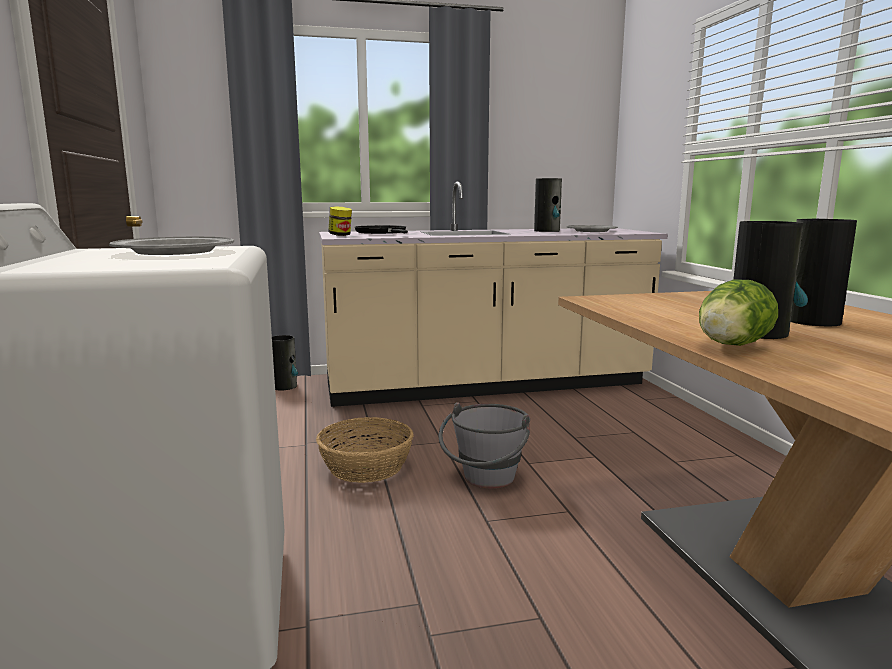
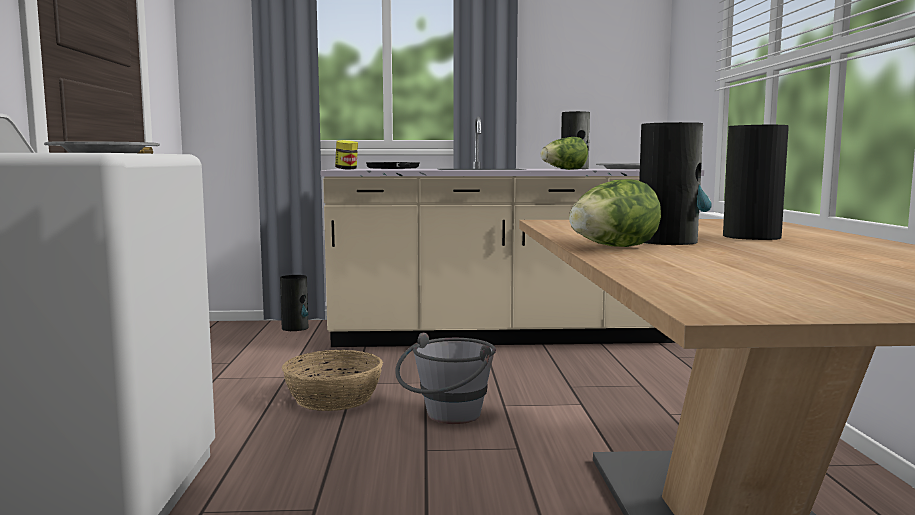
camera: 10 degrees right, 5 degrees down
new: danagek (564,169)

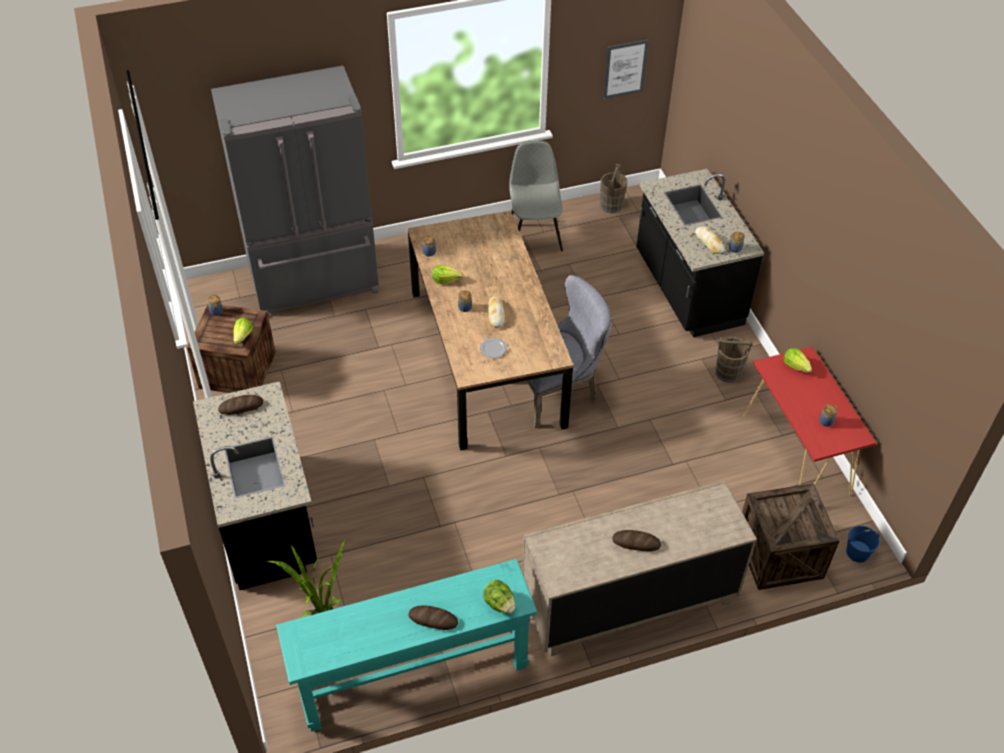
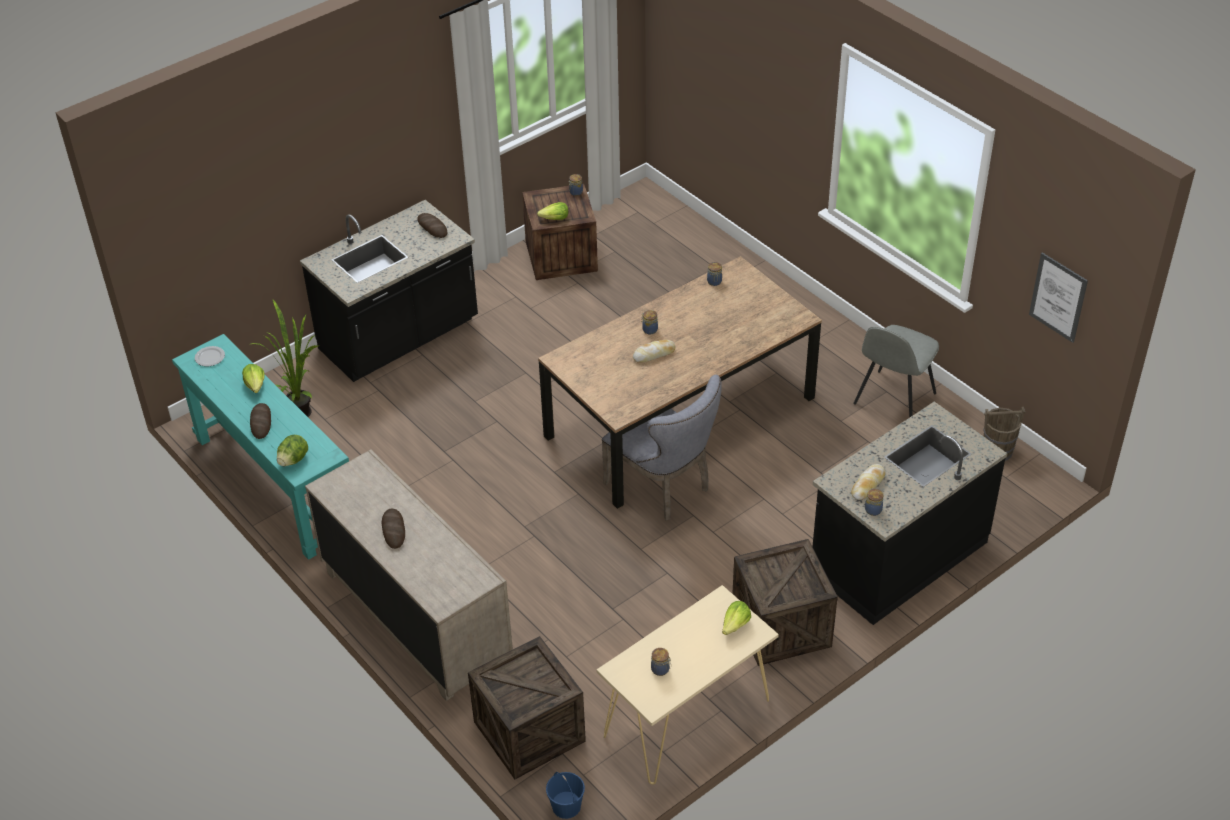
camera: 70 degrees right, 5 degrees down
gone: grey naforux (315,282)
shifted: danagek (446,280) to (255,385); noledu (493,348) to (210,357)
swapped: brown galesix (728,372) to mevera (781,626)
repainted: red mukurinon (796,454) to beige mukurinon (686,718)
rotated: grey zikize (534,236) = (893,400) 150 degrees clockwise

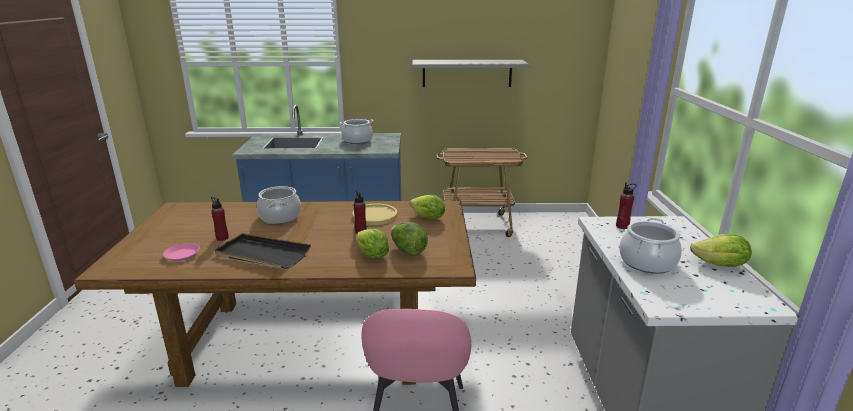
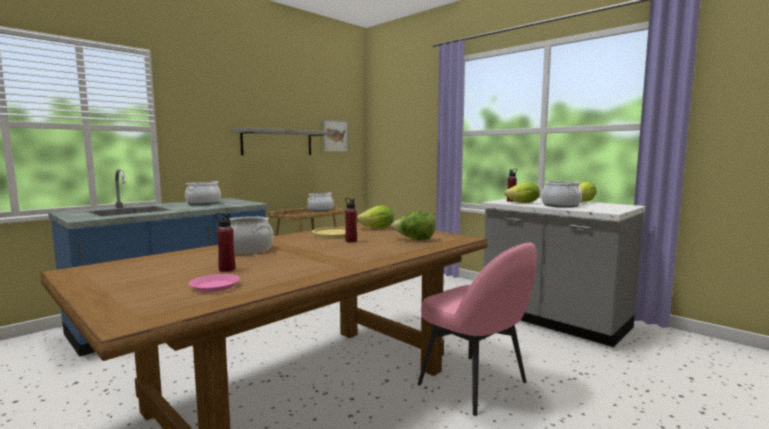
camera: 45 degrees left, 15 degrees down
gone: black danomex (262,254)
new: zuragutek (320,210); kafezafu (335,136)
shifted: danagek (372,255) to (523,203)

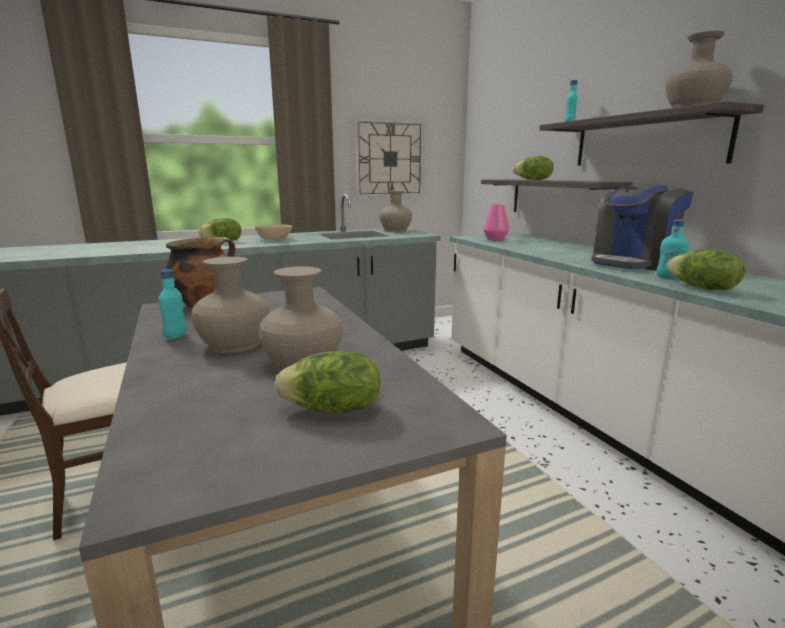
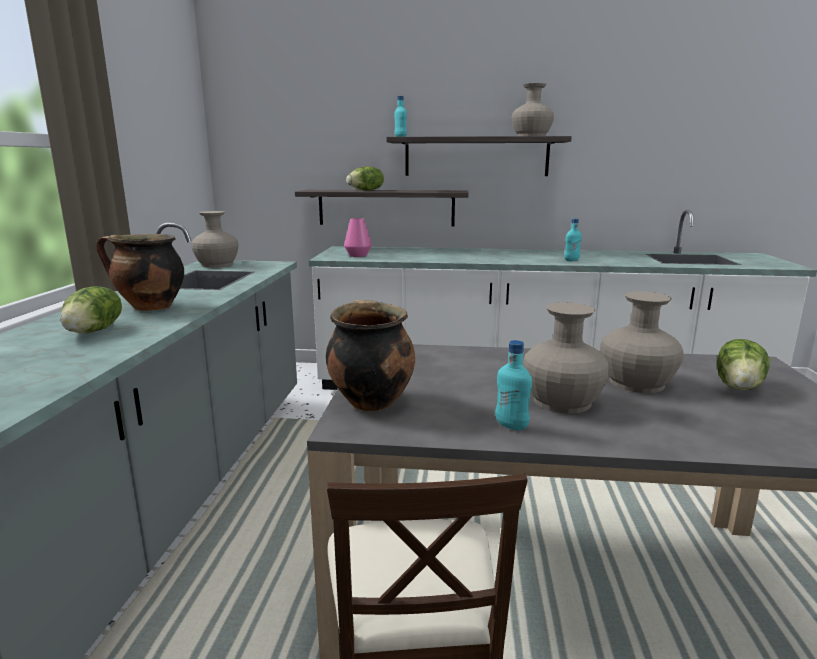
camera: 60 degrees left, 0 degrees up
gone: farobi (389,159); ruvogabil (633,263); danagek (702,288)
swapped: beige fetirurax (274,239) to zuragutek (150,307)

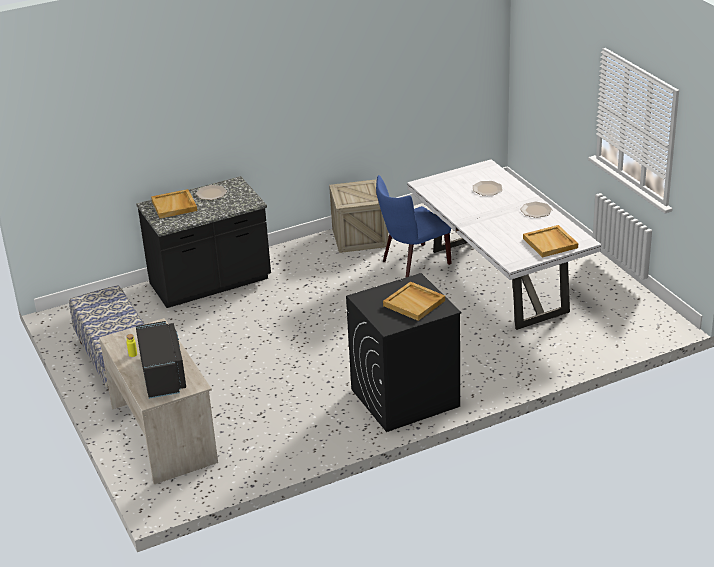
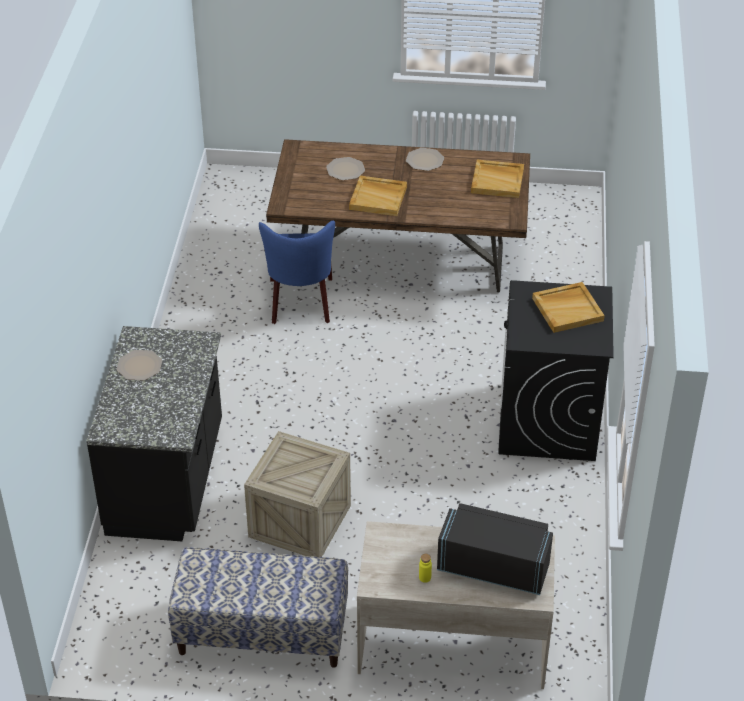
camera: 60 degrees left, 10 degrees up
shifted: beige danomex (174,206) to (378,198); mevera (360,237) to (300,521)
repainted: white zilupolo (498,281) to brown zilupolo (399,263)

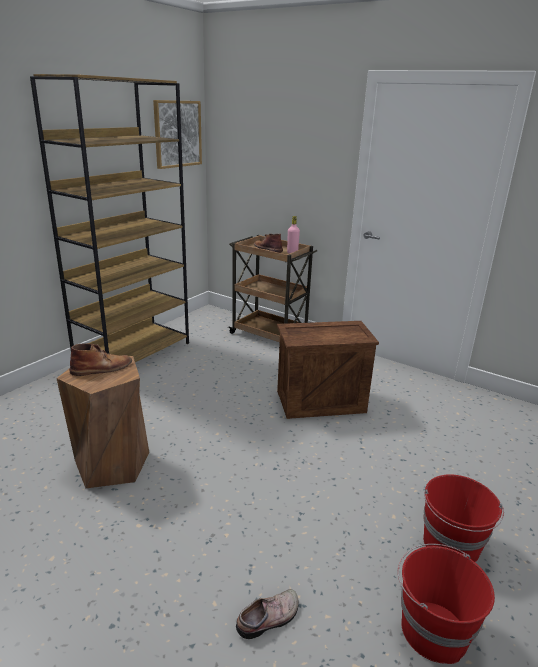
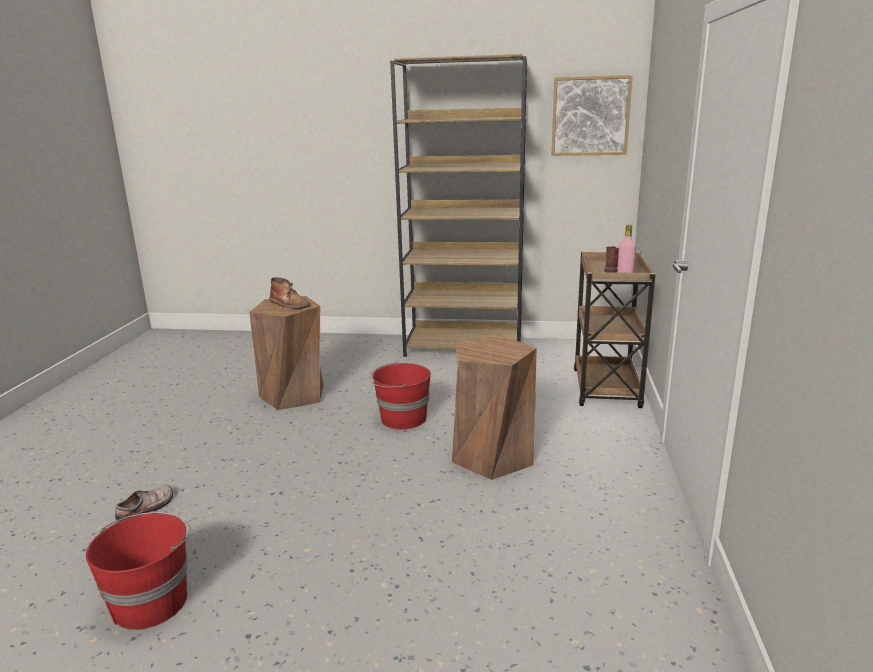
camera: 65 degrees right, 5 degrees down
shifted: red galesix (451,545) to (402,419)
swapped: mevera (321,401) to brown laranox (492,457)
rotated: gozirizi (269,619) = (148,509) 90 degrees counterclockwise

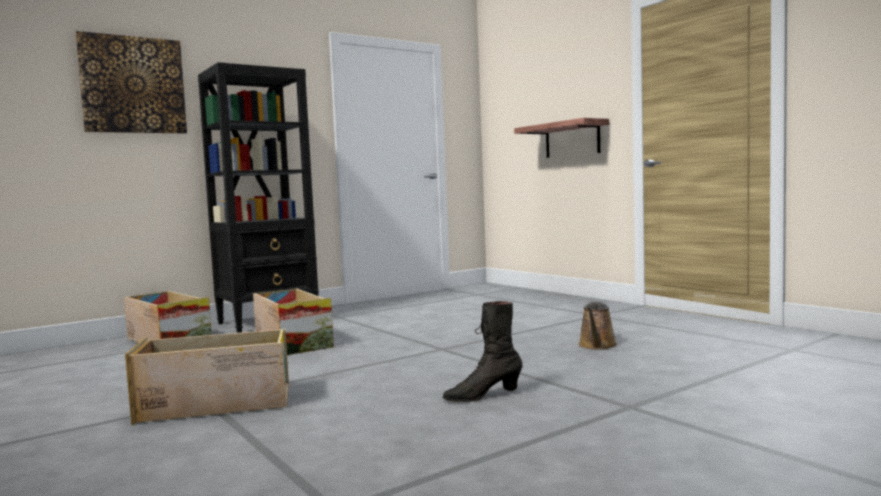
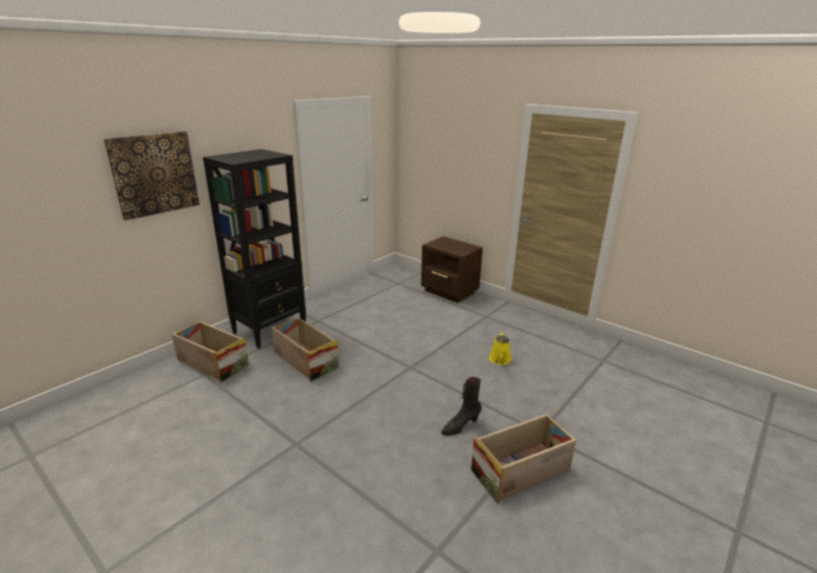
camera: 15 degrees left, 20 degrees up
gone: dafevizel (572,139)
new: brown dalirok (449,292)
shifted: mevera (217,404) to (521,470)
repainted: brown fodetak (597,346) to yellow fodetak (500,360)

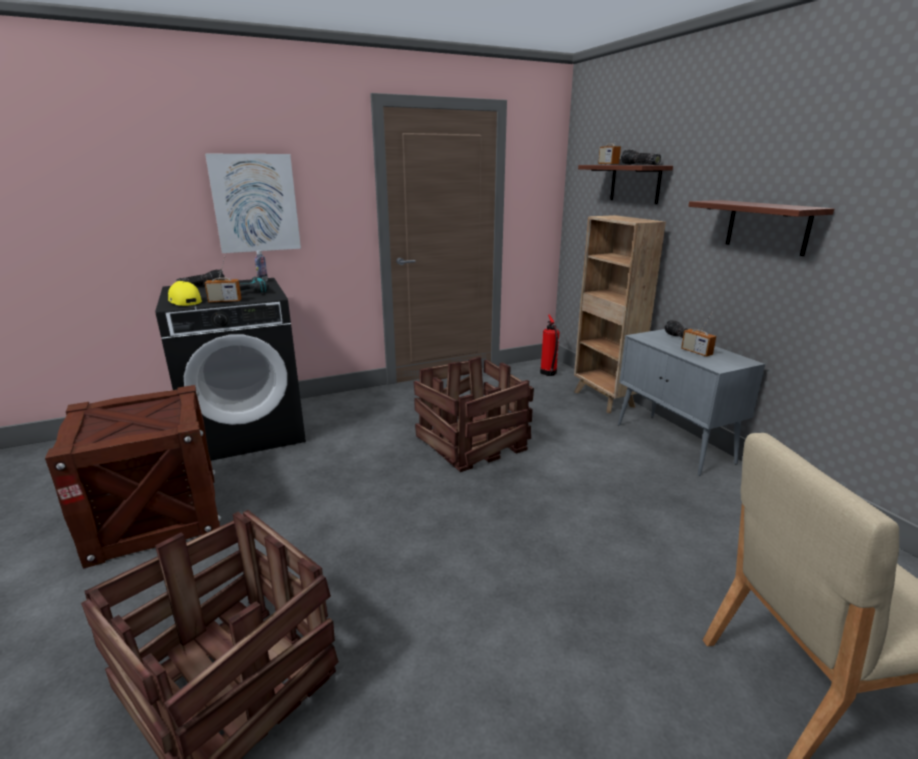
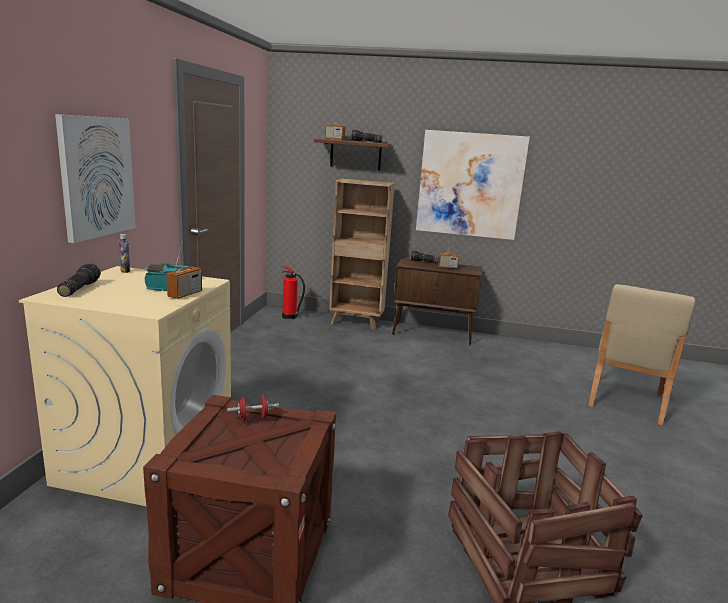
camera: 55 degrees left, 5 degrees down
gone: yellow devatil (184,301); mevera (473,442)
new: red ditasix (253,418)
swapped: dafevizel (767,227) to kafezafu (470,185)
repainted: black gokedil (247,430) to beige gokedil (147,457); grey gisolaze (674,443) to brown gisolaze (433,334)

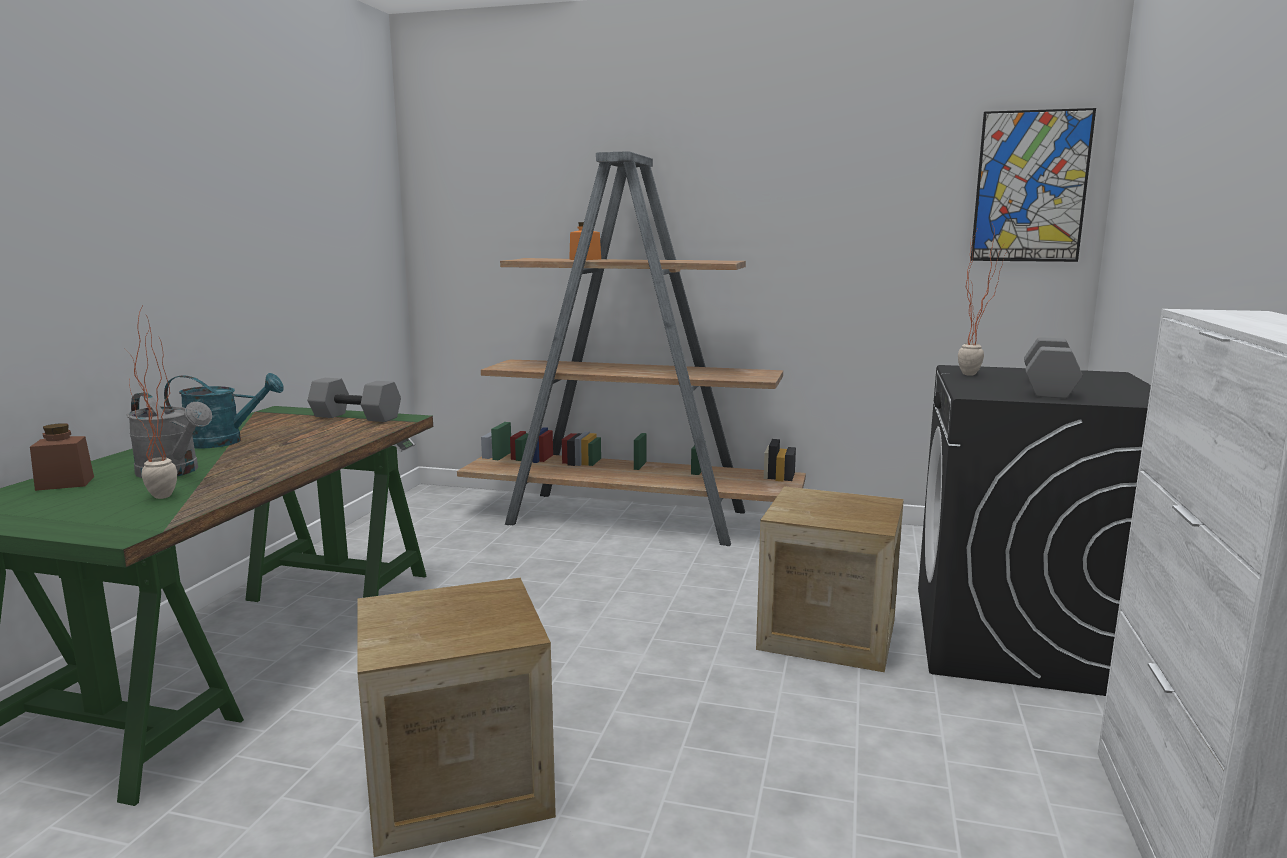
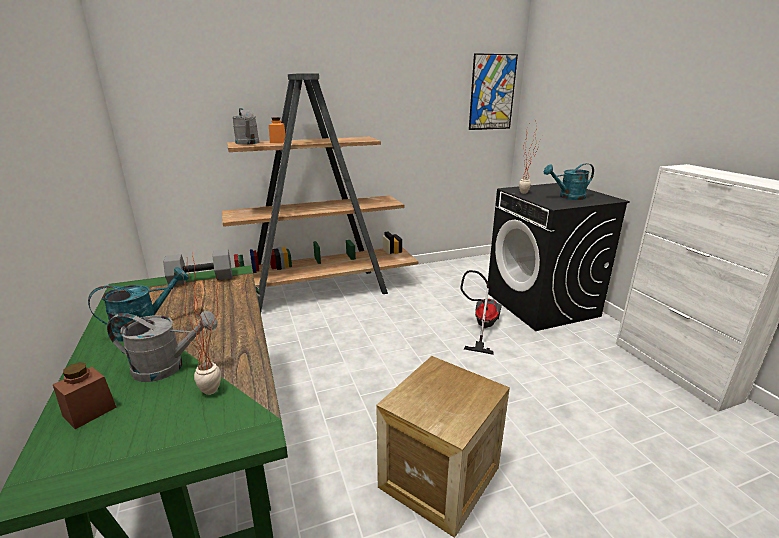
camera: 35 degrees left, 10 degrees up
new: grey fodetak (248,143)
swapped: mevera (827,634) to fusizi (481,326); grey ditasix (1050,389) to turquoise fodetak (568,197)

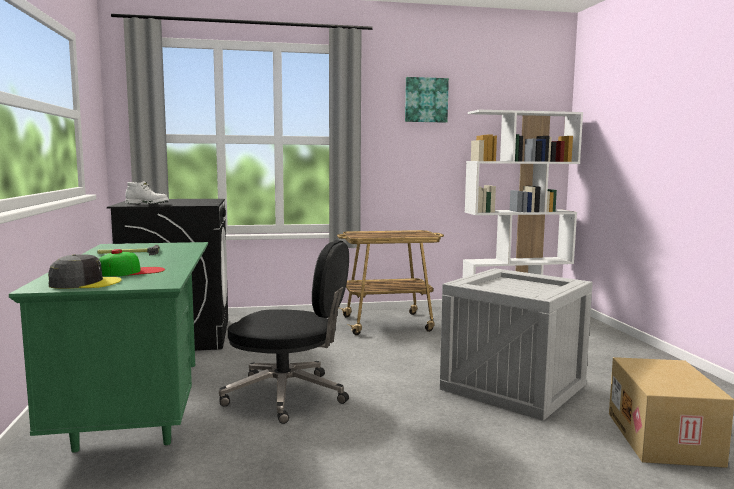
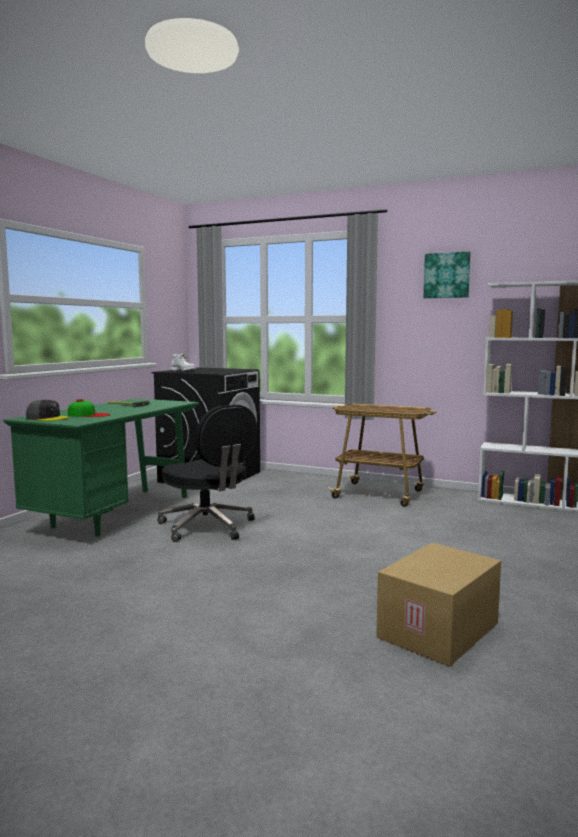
camera: 35 degrees right, 0 degrees up
gone: mevera (511,387)

